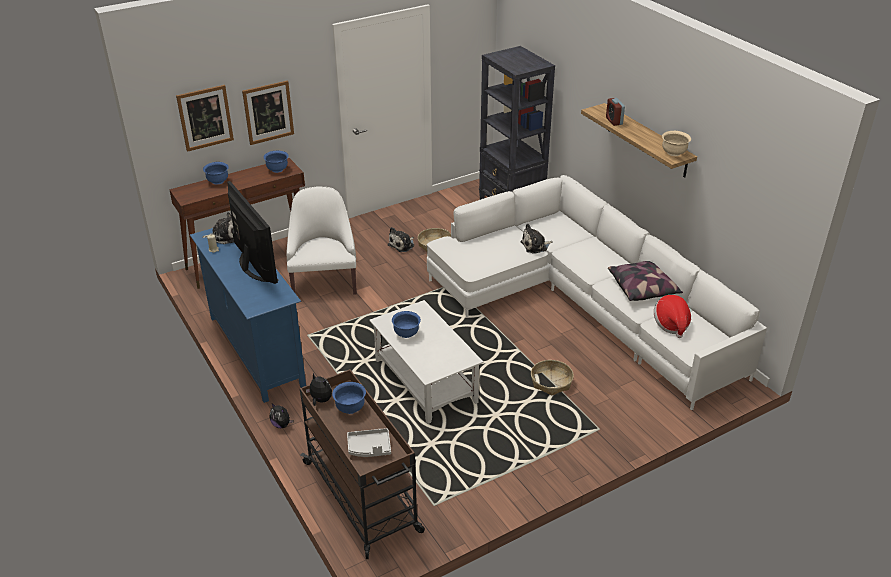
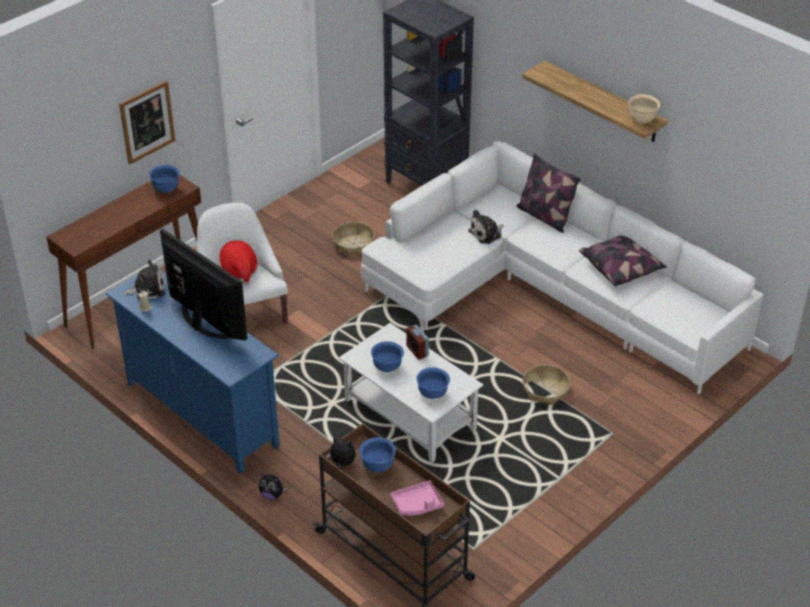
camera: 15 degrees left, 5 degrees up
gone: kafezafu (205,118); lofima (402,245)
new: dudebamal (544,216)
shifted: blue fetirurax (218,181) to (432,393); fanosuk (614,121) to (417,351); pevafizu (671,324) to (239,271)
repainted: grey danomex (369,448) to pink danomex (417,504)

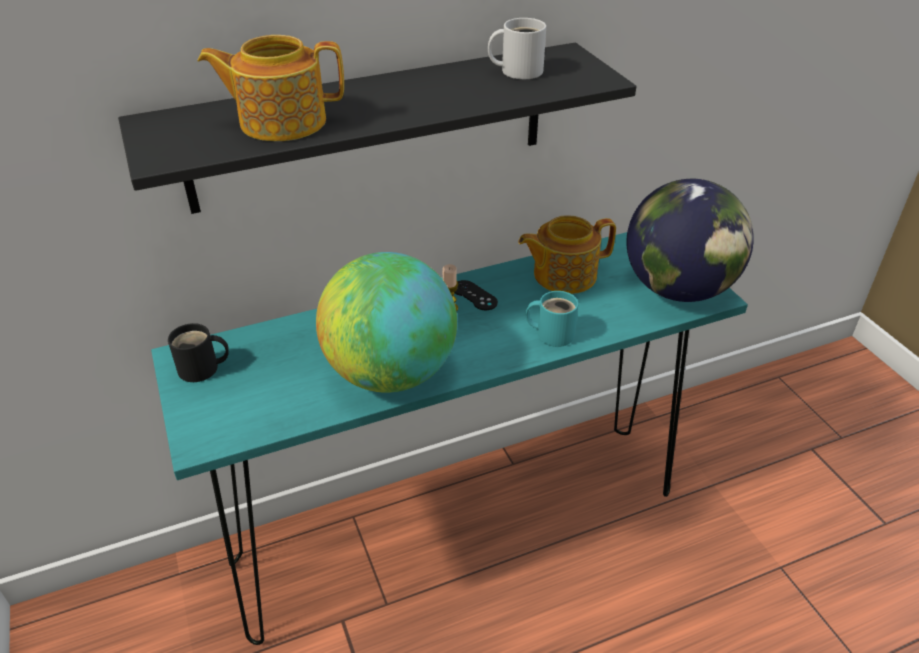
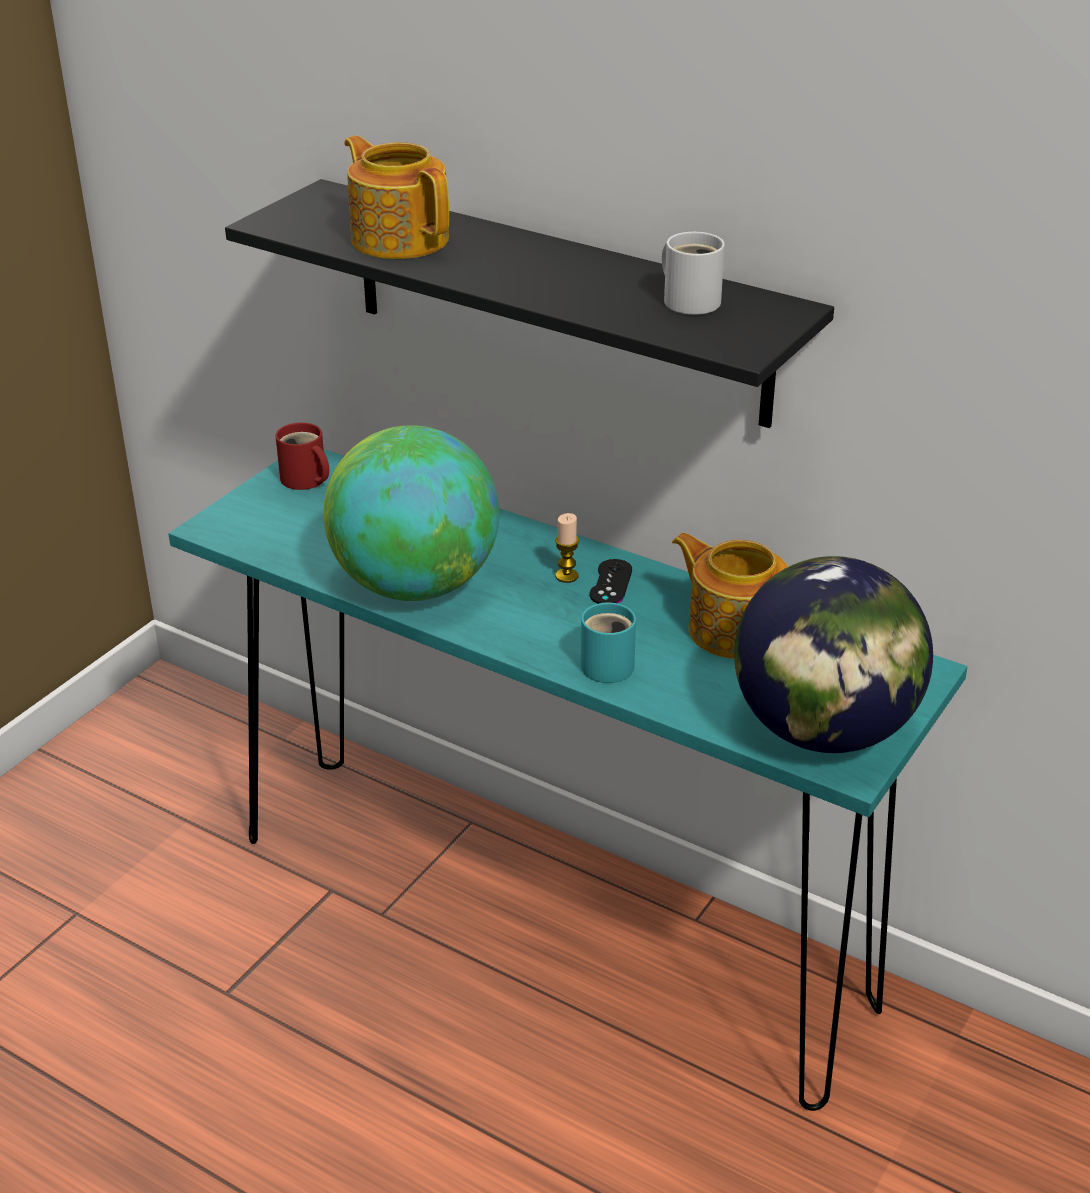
camera: 55 degrees right, 5 degrees down
repainted: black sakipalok (202,369) to red sakipalok (305,480)

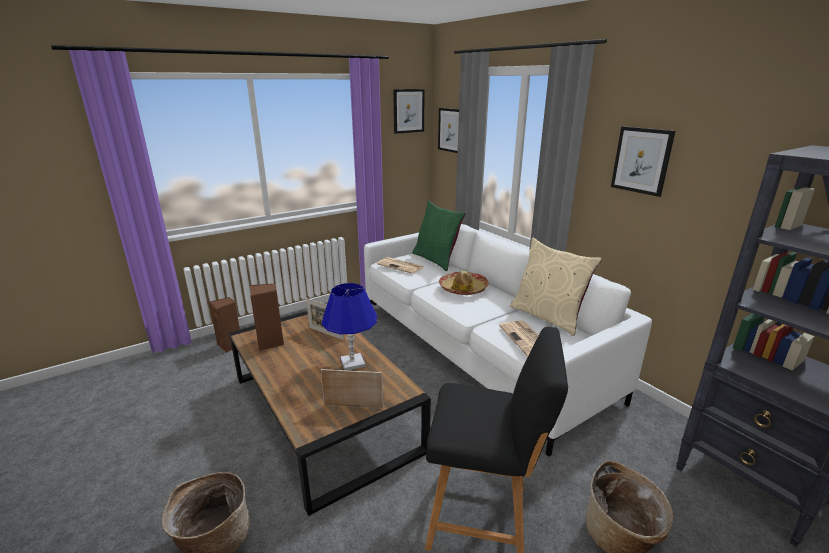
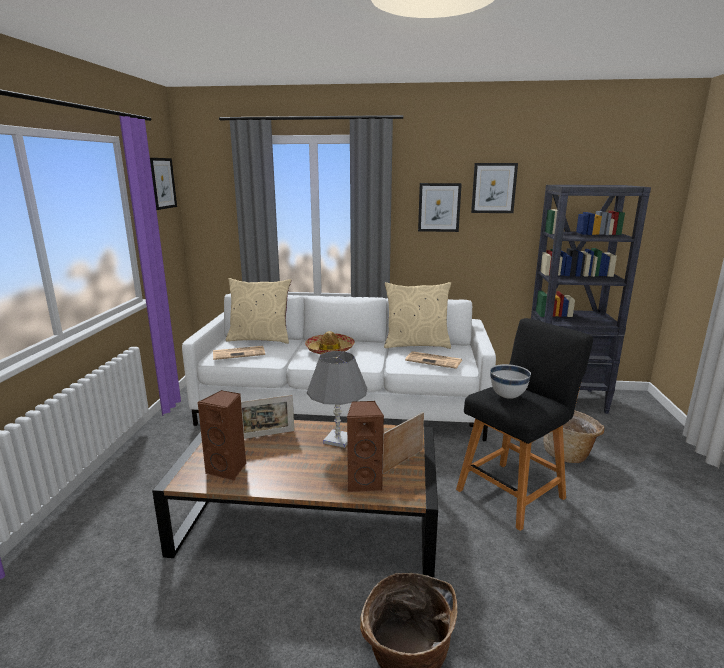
camera: 50 degrees left, 5 degrees down
new: white fetirurax (508,396)
shifted: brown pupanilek (230,345) to (364,482); kafezafu (450,130) to (494,188)
repainted: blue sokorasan (352,363) to grey sokorasan (338,439); green dudebamal (436,260) to beige dudebamal (260,339)

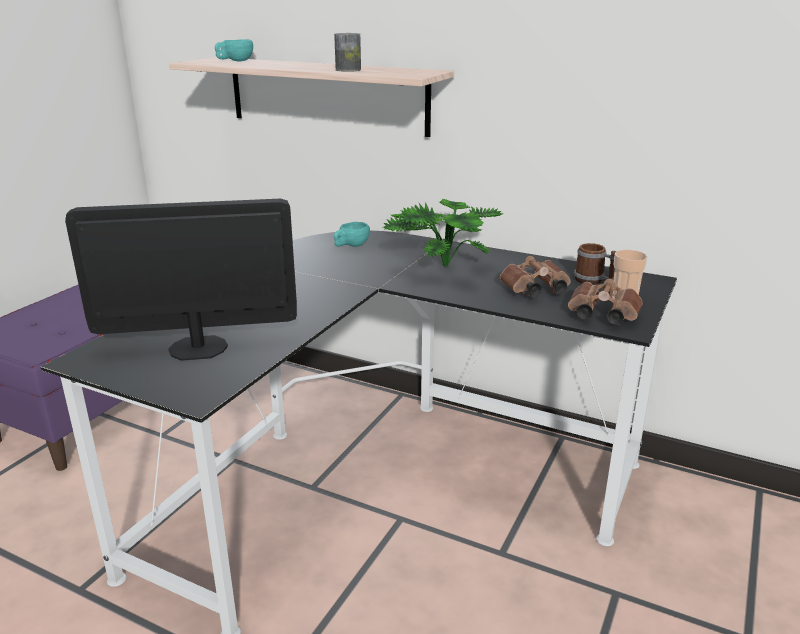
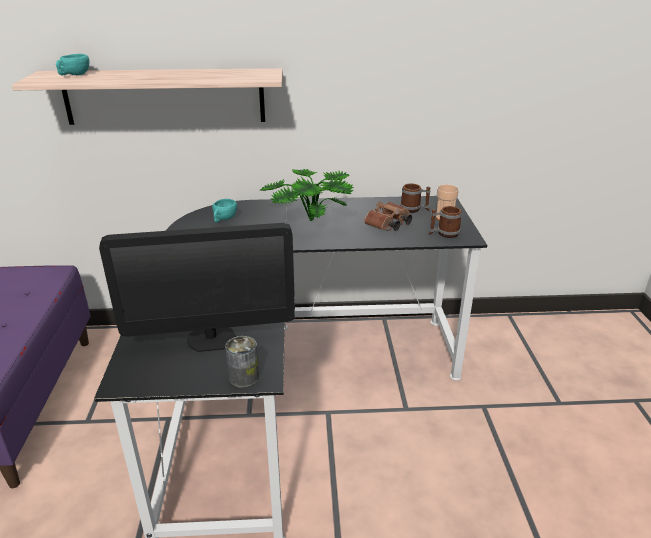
camera: 30 degrees left, 5 degrees up
shifted: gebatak (348,70) to (244,377)
swapped: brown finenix (600,316) to sakipalok (444,234)
rotated: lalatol (198,348) = (211,338) 150 degrees counterclockwise

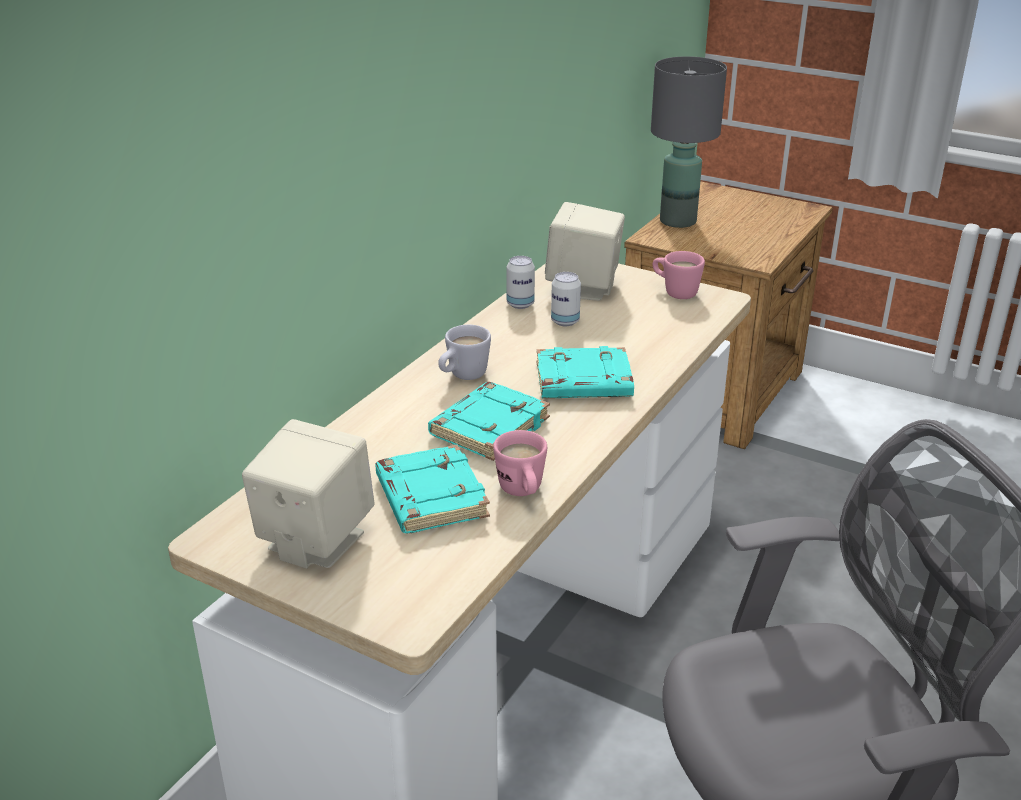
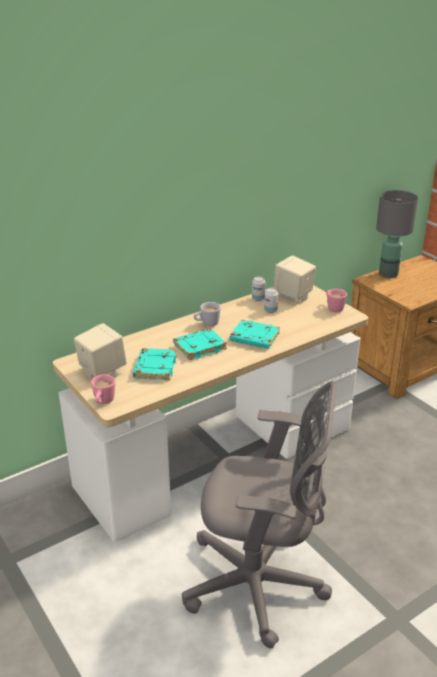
camera: 25 degrees right, 0 degrees up
shifted: pink sakipalok (522,492) to (103,402)

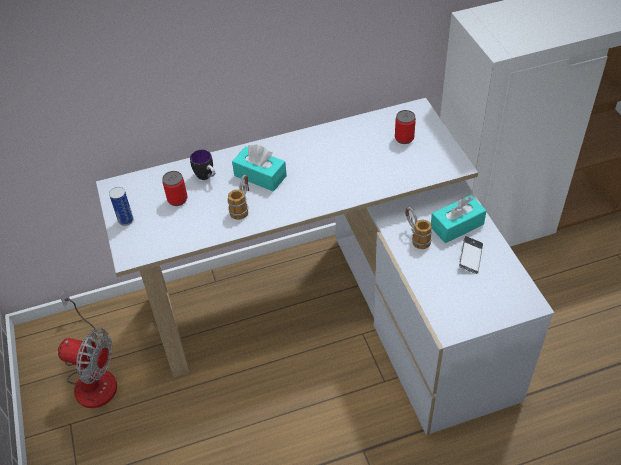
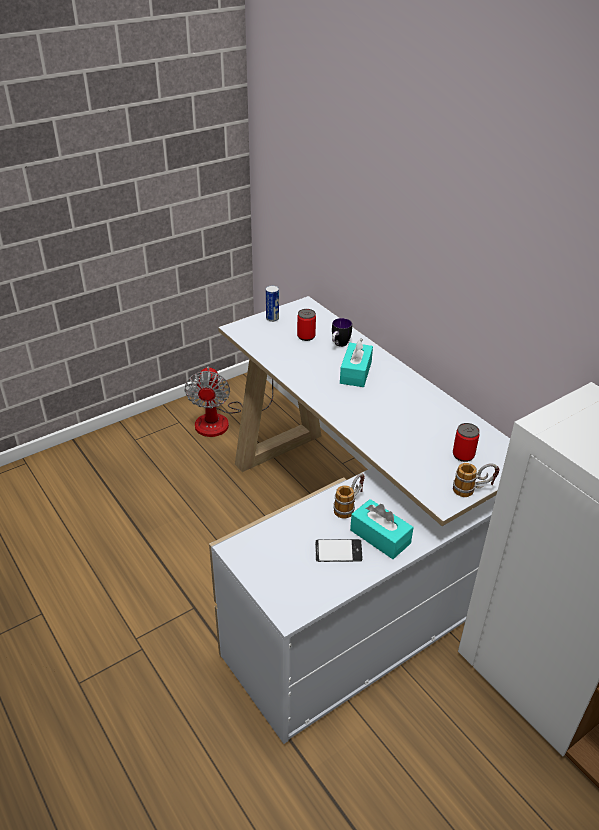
camera: 70 degrees right, 10 degrees down
shifted: sakipalok (242,206) to (473,490)

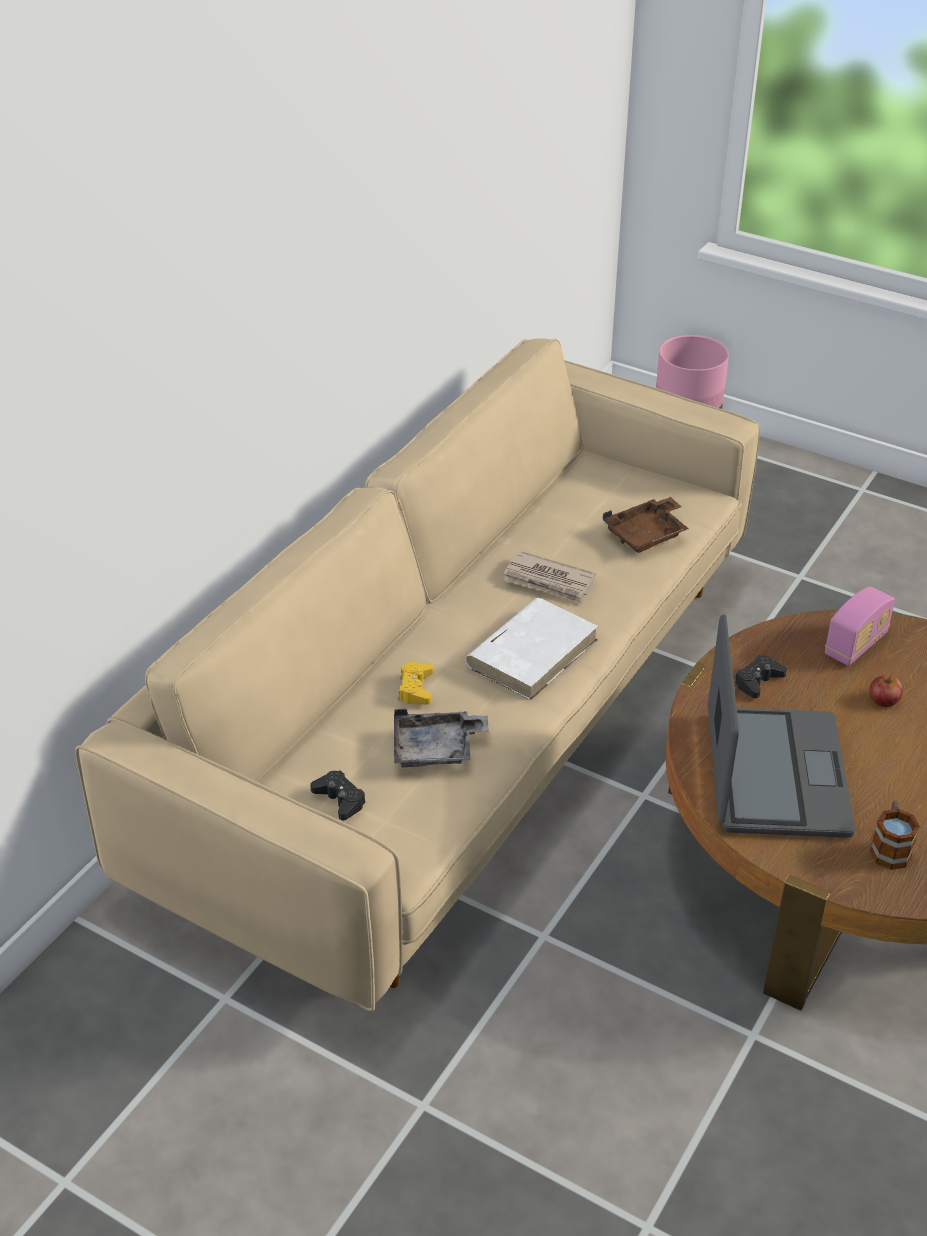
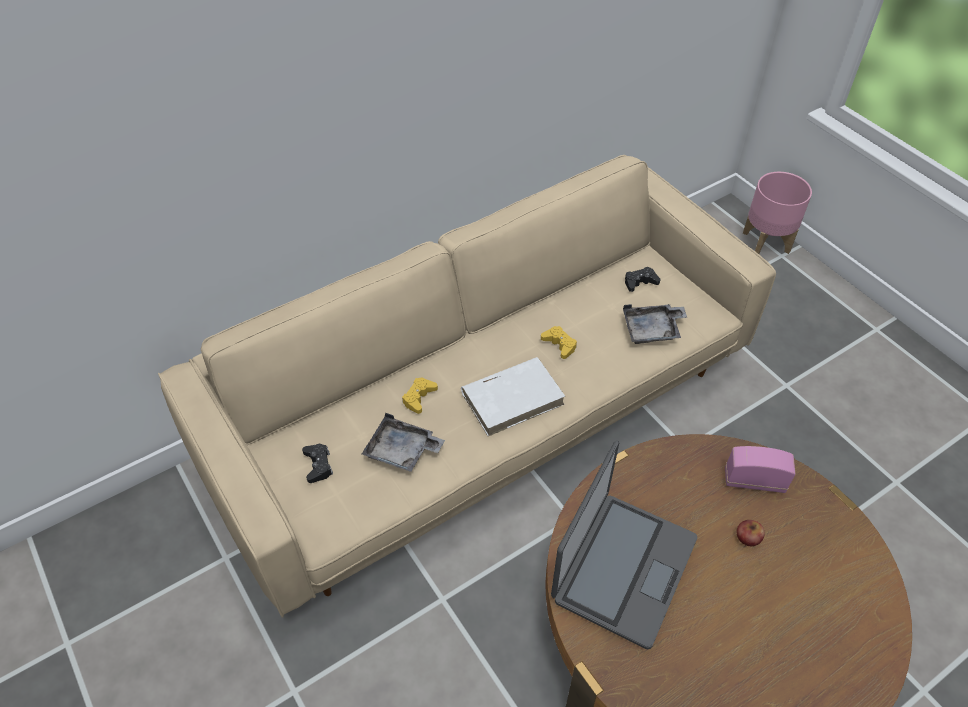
camera: 25 degrees right, 10 degrees up
gone: sakipalok (890,847)
shifted: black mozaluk (758,681) to (640,282)
swapped: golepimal (549,581) to yellow mozaluk (559,345)
repainted: brown danomex (647,535) to grey danomex (652,330)
rotated: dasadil (855,645) = (754,481) 150 degrees counterclockwise

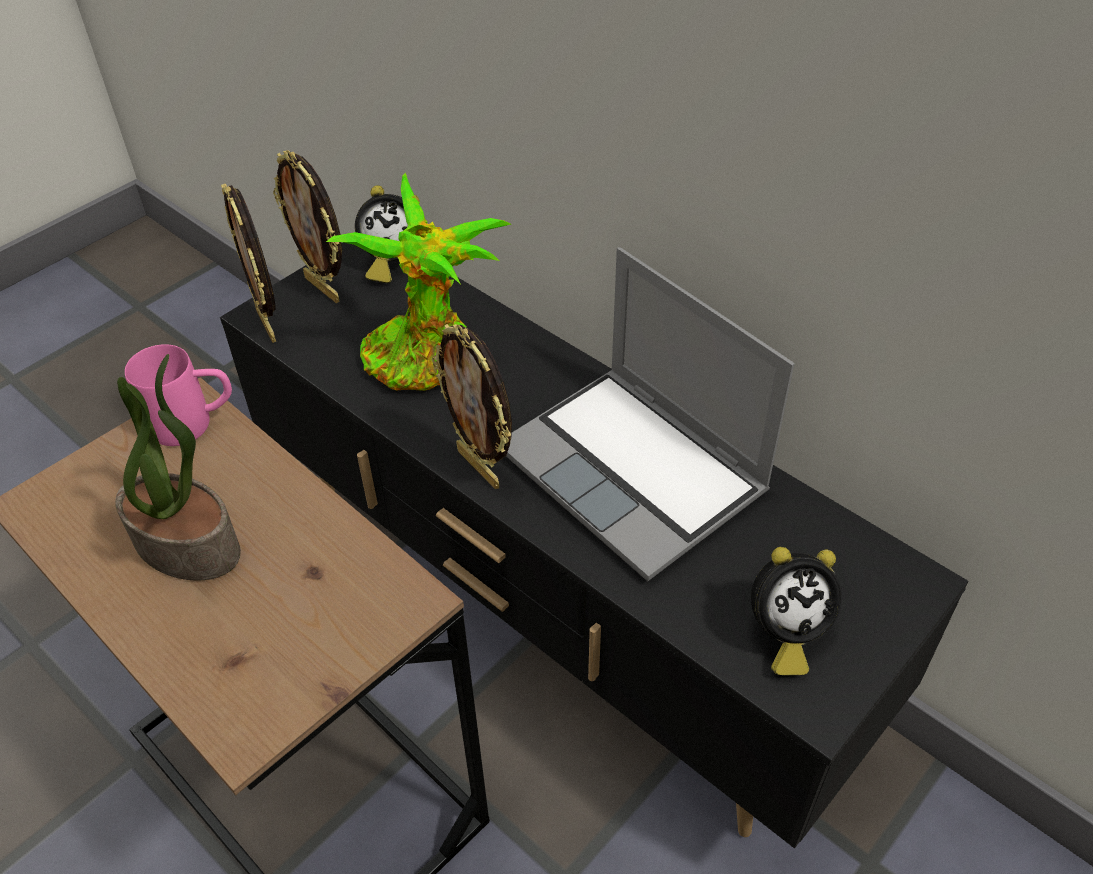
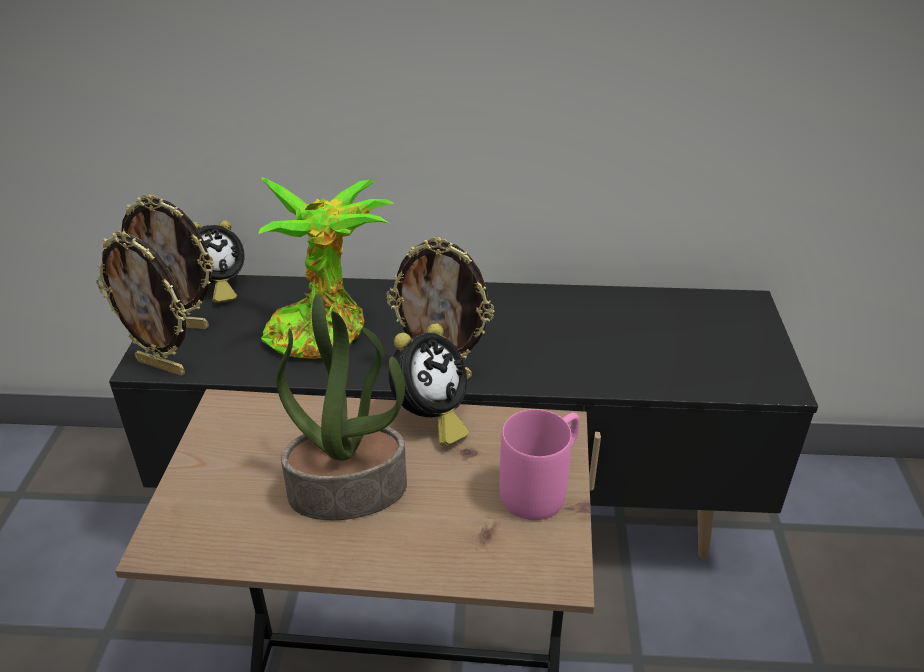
camera: 40 degrees left, 10 degrees down
gone: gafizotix (636,473)
shifted: pink sakipalok (195,423) to (542,487); fanosuk (784,634) to (430,419)

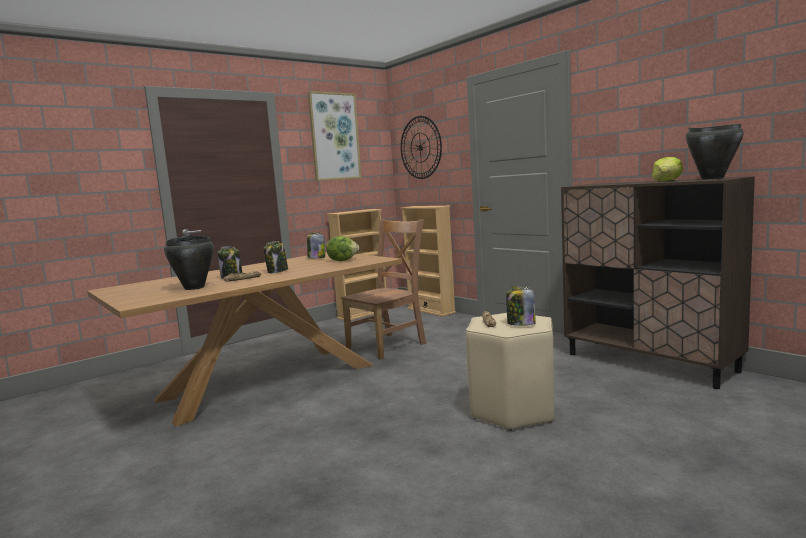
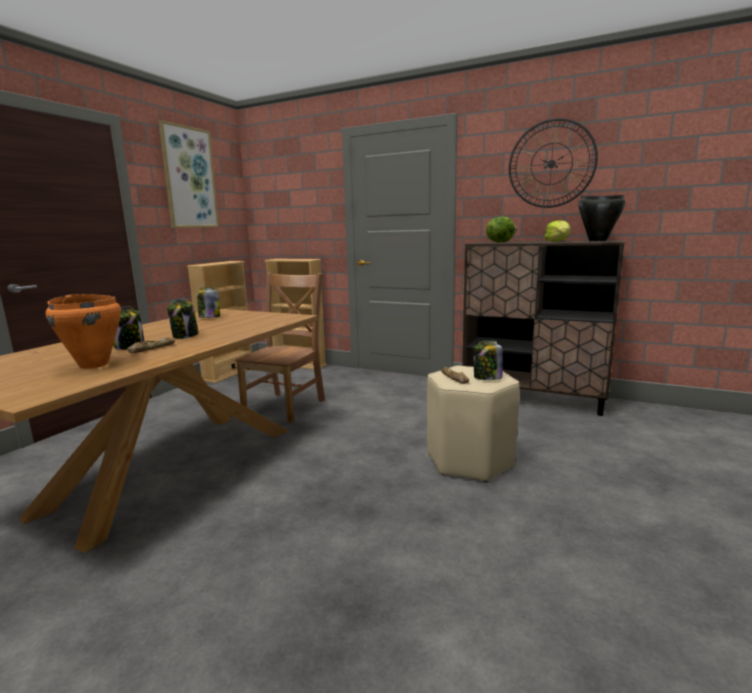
camera: 25 degrees left, 5 degrees up
shifted: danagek (342,260) to (500,242); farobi (420,147) to (551,164)
repainted: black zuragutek (194,288) to orange zuragutek (94,365)

